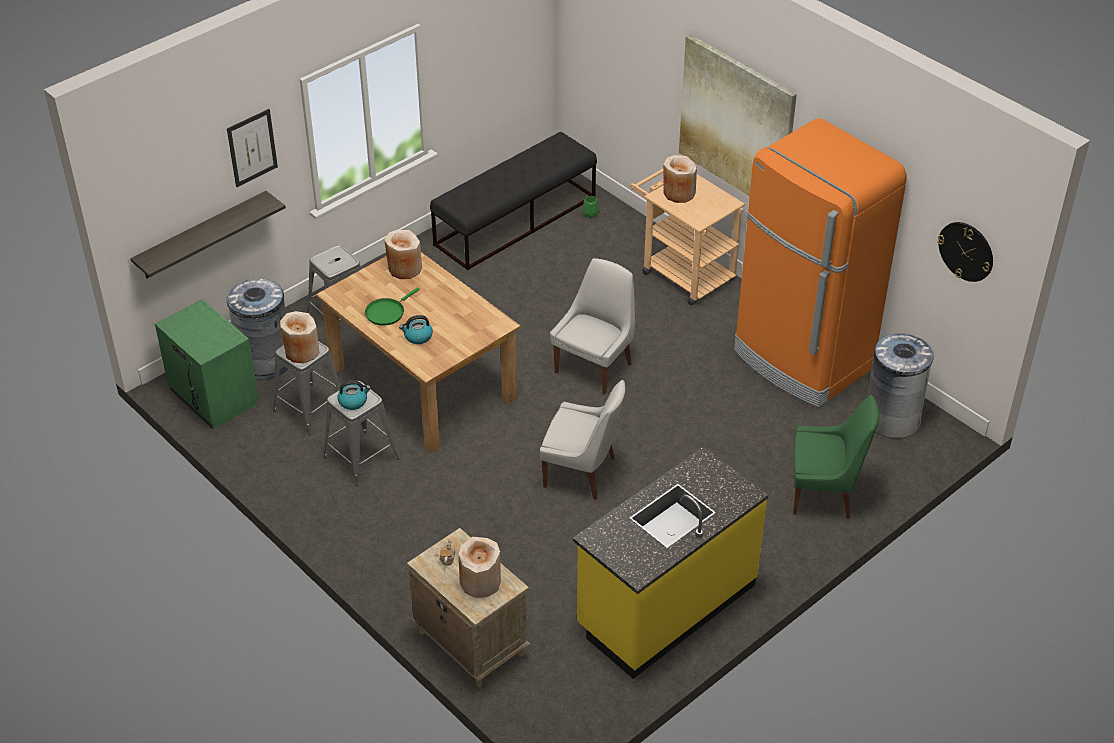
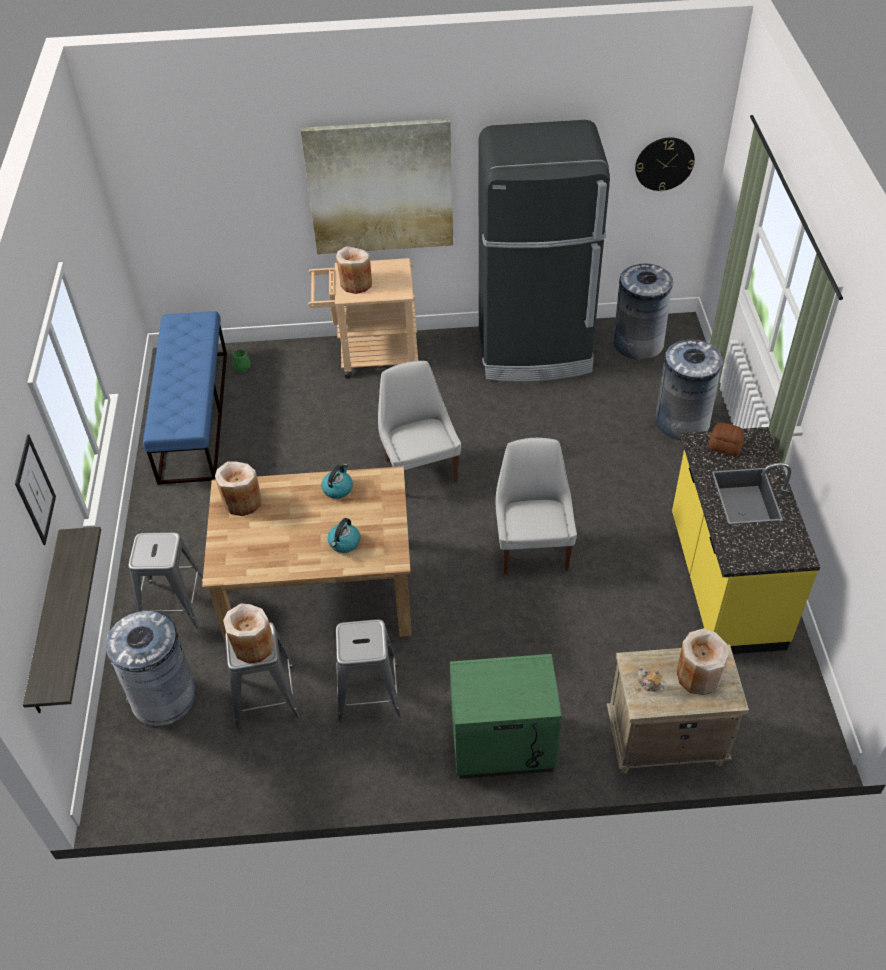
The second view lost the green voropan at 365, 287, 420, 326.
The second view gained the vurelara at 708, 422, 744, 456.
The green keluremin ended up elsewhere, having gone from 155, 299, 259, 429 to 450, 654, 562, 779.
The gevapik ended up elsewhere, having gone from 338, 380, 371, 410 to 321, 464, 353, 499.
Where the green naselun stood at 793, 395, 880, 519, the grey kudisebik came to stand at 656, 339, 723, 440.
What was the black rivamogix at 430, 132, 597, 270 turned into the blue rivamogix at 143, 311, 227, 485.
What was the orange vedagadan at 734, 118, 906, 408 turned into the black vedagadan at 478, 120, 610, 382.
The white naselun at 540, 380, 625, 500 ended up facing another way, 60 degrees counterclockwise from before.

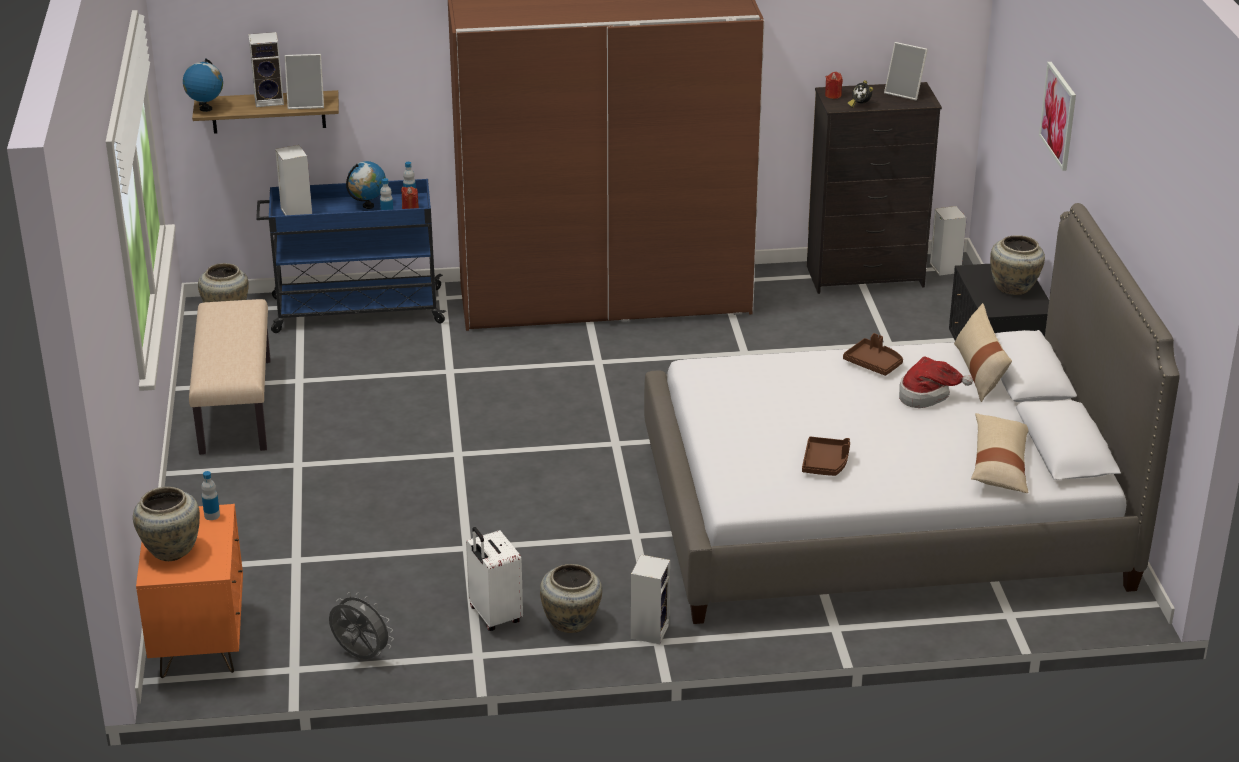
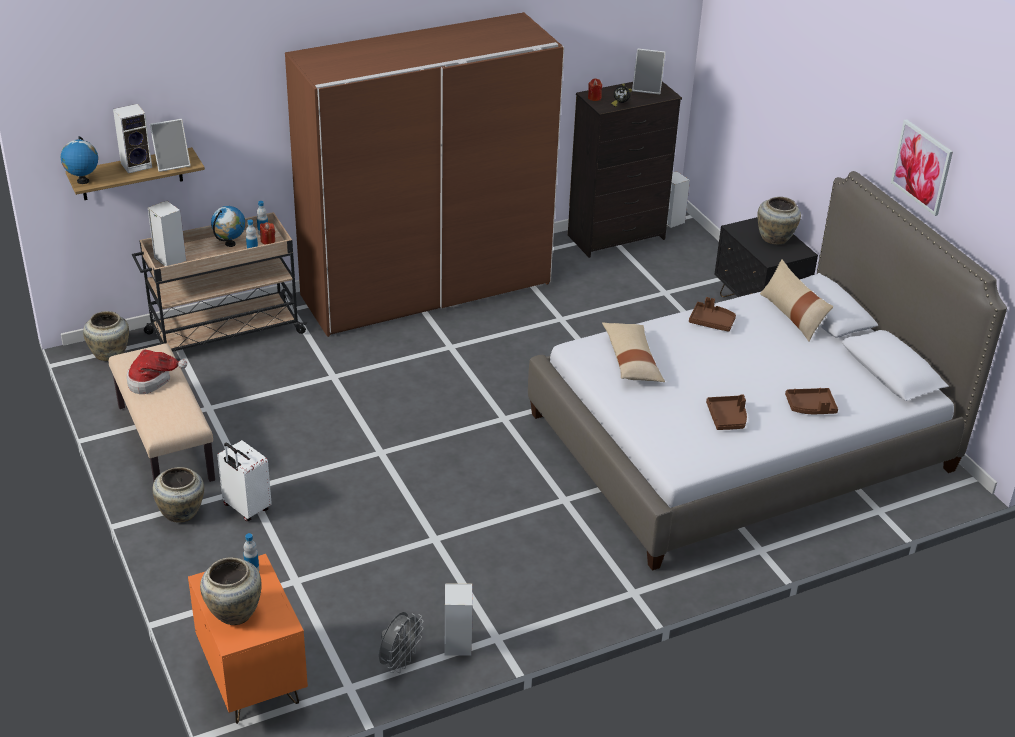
The second view gained the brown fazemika at 785, 388, 838, 414.
The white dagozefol ended up elsewhere, having gone from 466, 527, 523, 631 to 217, 440, 272, 521.
The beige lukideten ended up elsewhere, having gone from 540, 564, 602, 633 to 153, 467, 204, 523.
The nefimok ended up elsewhere, having gone from 631, 555, 670, 644 to 444, 583, 473, 656.
The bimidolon ended up elsewhere, having gone from 899, 356, 973, 408 to 127, 350, 187, 394.
The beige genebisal ended up elsewhere, having gone from 971, 413, 1028, 493 to 602, 322, 665, 382.
The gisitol ended up elsewhere, having gone from 1039, 62, 1076, 171 to 891, 119, 953, 216.
What was the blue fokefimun at 256, 179, 446, 333 turned into the beige fokefimun at 132, 212, 307, 352.
The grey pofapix at 329, 592, 394, 659 ended up facing another way, 105 degrees clockwise from before.

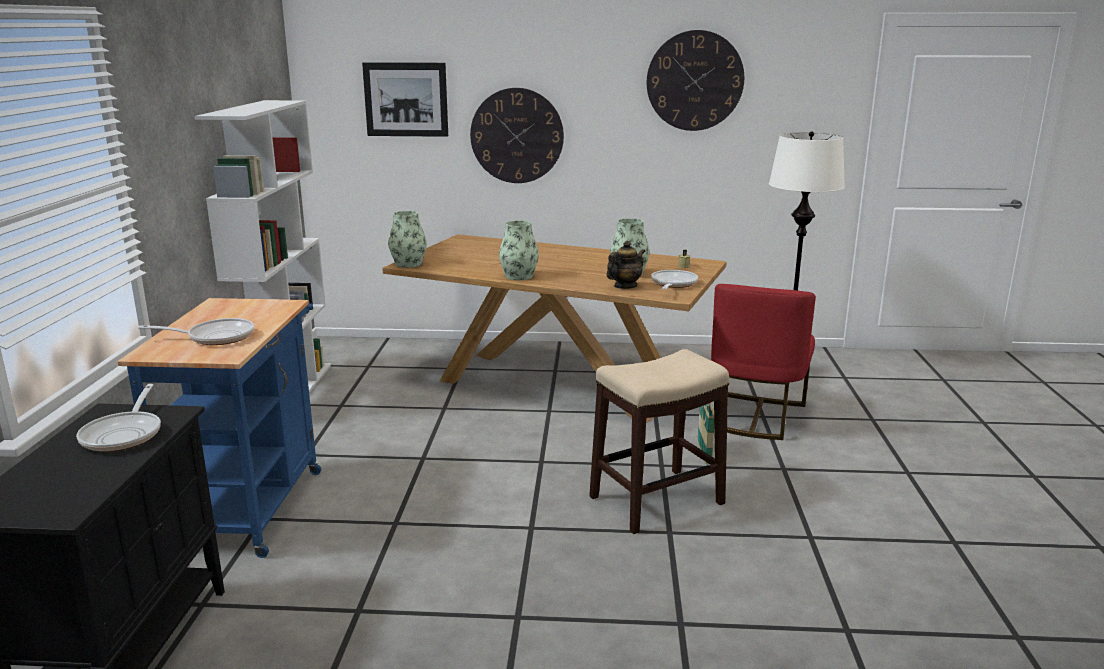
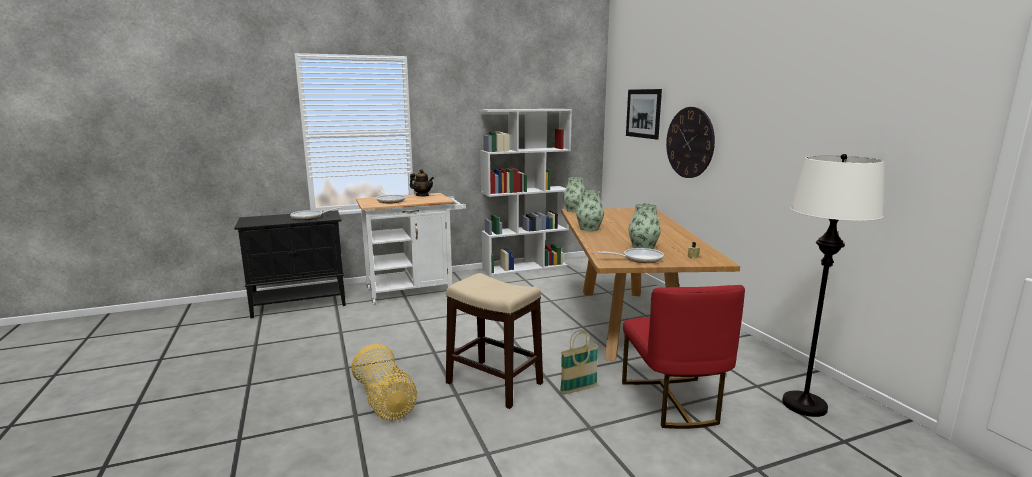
The second view lost the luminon at 647, 30, 744, 131.
The second view gained the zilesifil at 351, 344, 417, 421.
The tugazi ended up elsewhere, having gone from 606, 241, 646, 289 to 410, 169, 434, 196.
What was the blue fokefimun at 117, 298, 321, 558 turned into the white fokefimun at 356, 193, 466, 305.
The red naselun at 711, 284, 816, 440 ended up facing another way, 90 degrees counterclockwise from before.

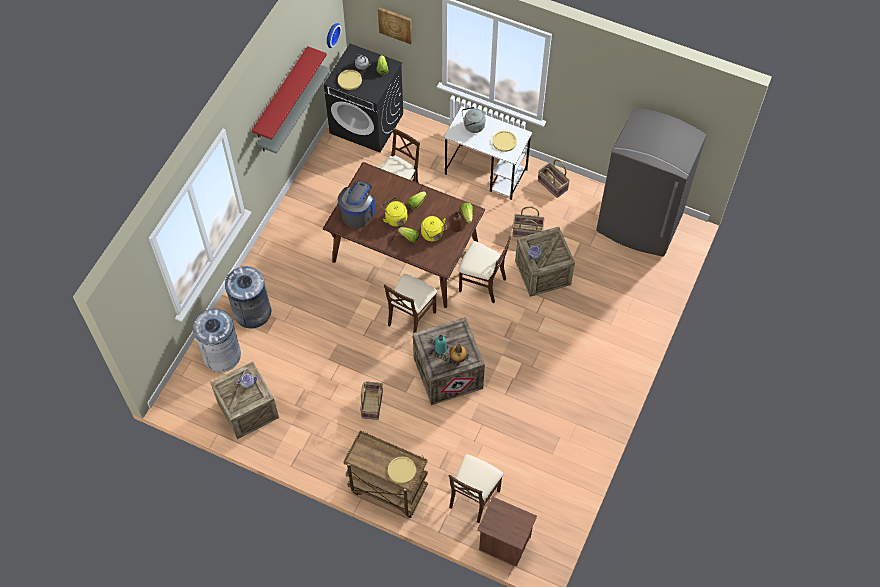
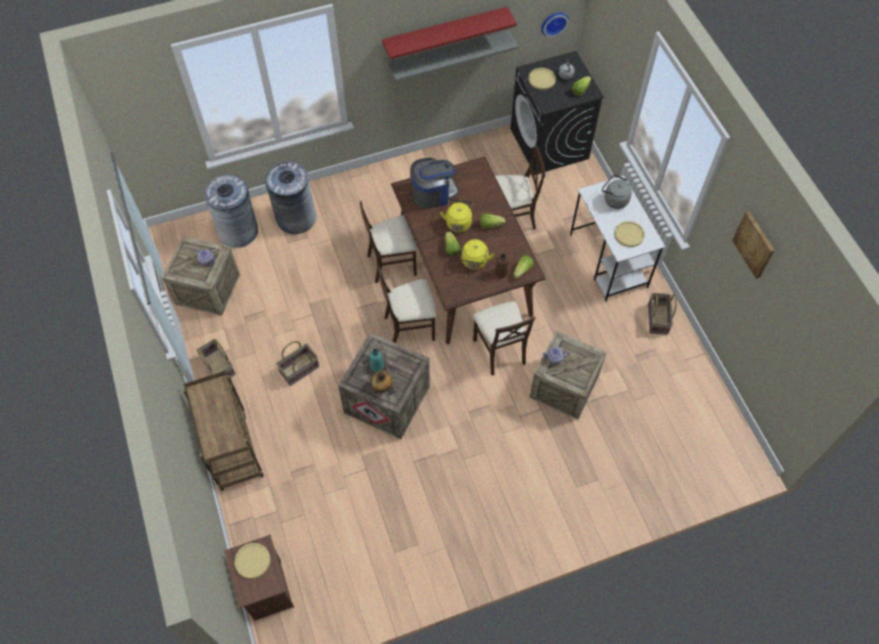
The second view lost the grey vedagadan at 596, 108, 706, 257.
The gisitol ended up elsewhere, having gone from 378, 7, 412, 44 to 732, 211, 775, 279.
The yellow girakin ended up elsewhere, having gone from 388, 456, 416, 484 to 234, 543, 270, 579.
The beige naselun ended up elsewhere, having gone from 449, 454, 504, 523 to 360, 201, 417, 283.
The zilesifil ended up elsewhere, having gone from 512, 206, 545, 237 to 196, 339, 236, 378.

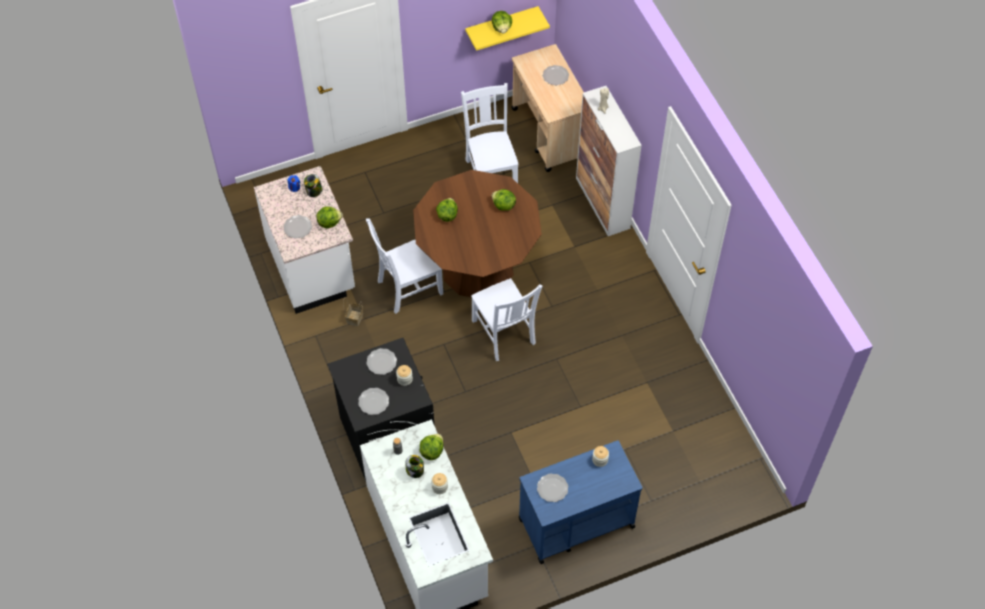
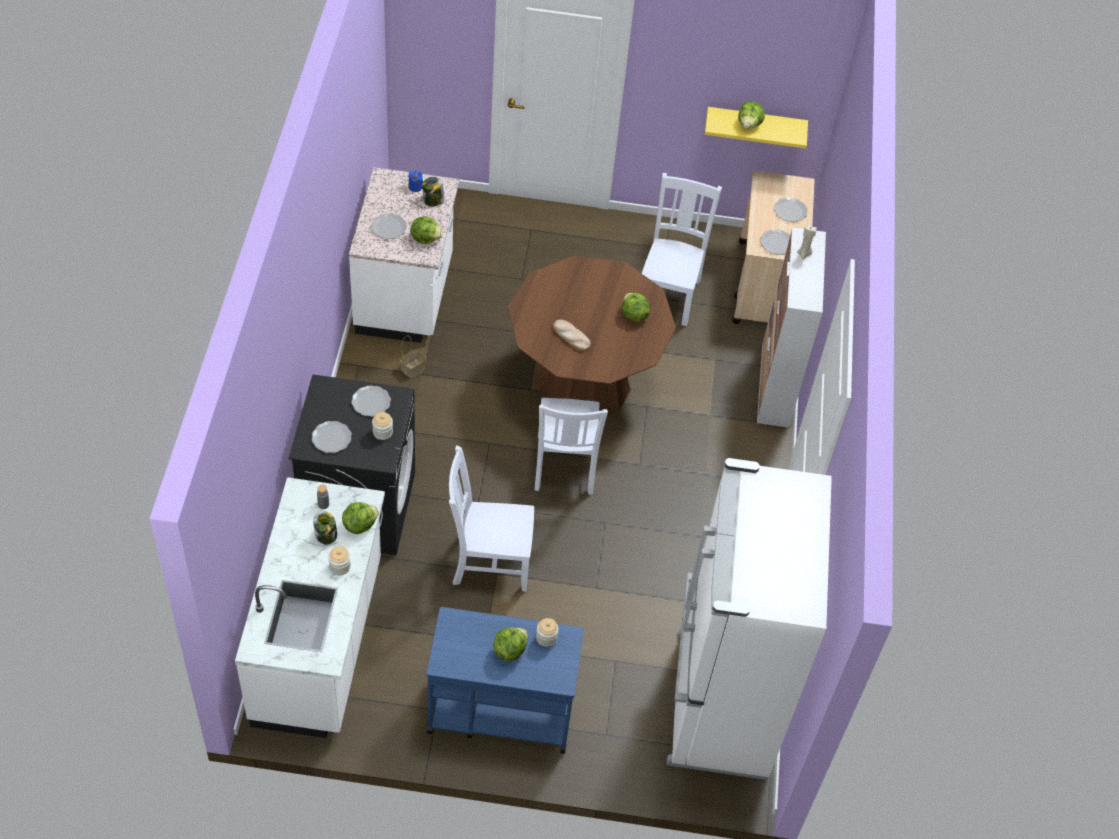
The second view gained the vurelara at 553, 319, 591, 351.
The second view gained the white vedagadan at 666, 458, 832, 780.
The white naselun ended up elsewhere, having gone from 366, 218, 443, 314 to 449, 445, 534, 591.
The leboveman ended up elsewhere, having gone from 436, 198, 458, 222 to 493, 628, 528, 662.
The girakin ended up elsewhere, having gone from 537, 473, 568, 502 to 760, 229, 790, 255.

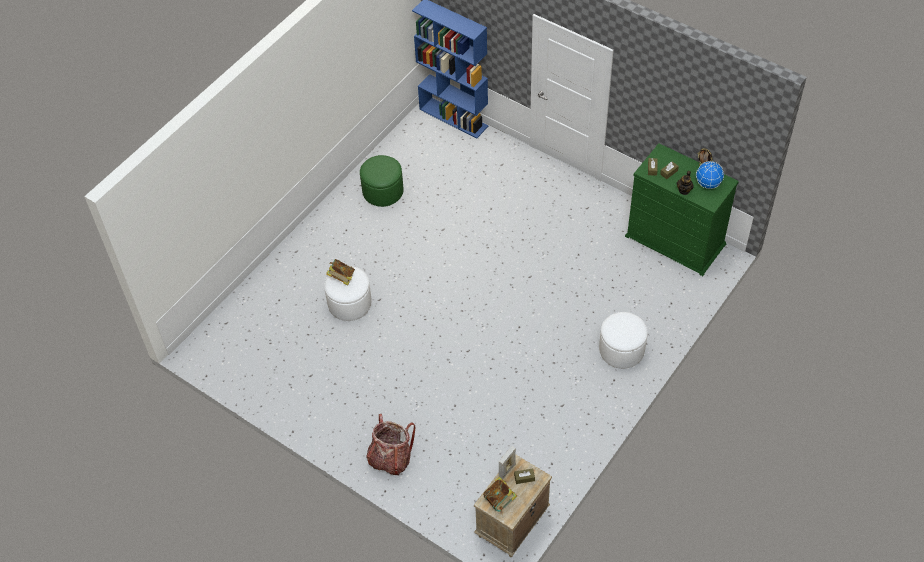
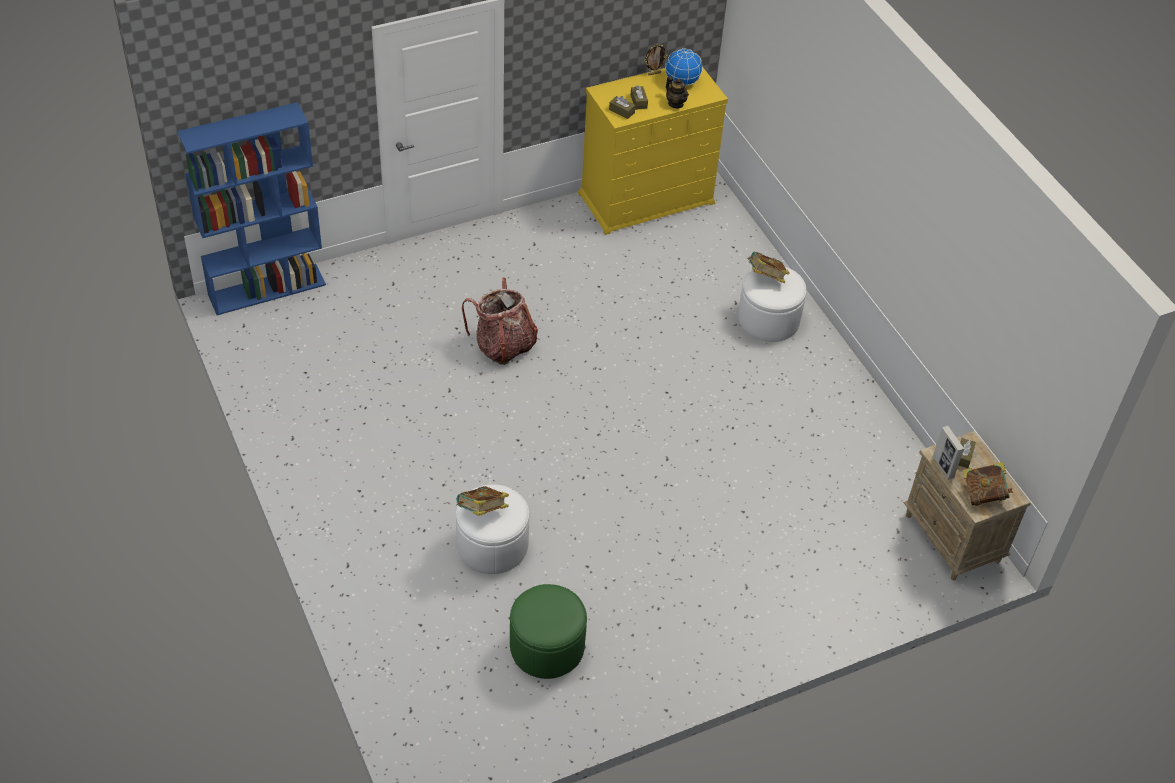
The second view gained the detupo at 747, 252, 790, 283.
The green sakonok ended up elsewhere, having gone from 360, 155, 404, 207 to 510, 584, 587, 679.
The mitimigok ended up elsewhere, having gone from 366, 414, 416, 475 to 462, 277, 538, 365.
What was the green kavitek at 625, 143, 739, 276 turned into the yellow kavitek at 578, 68, 728, 235.

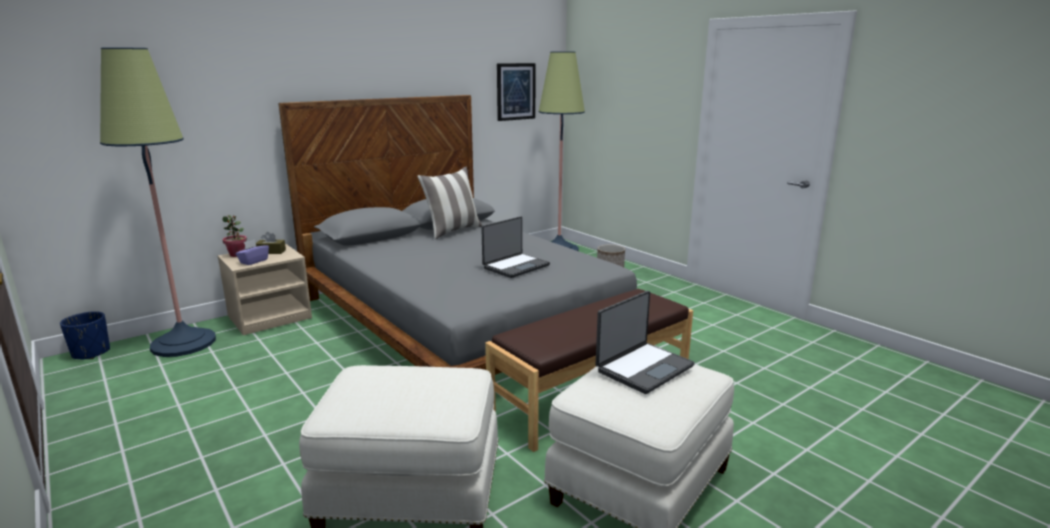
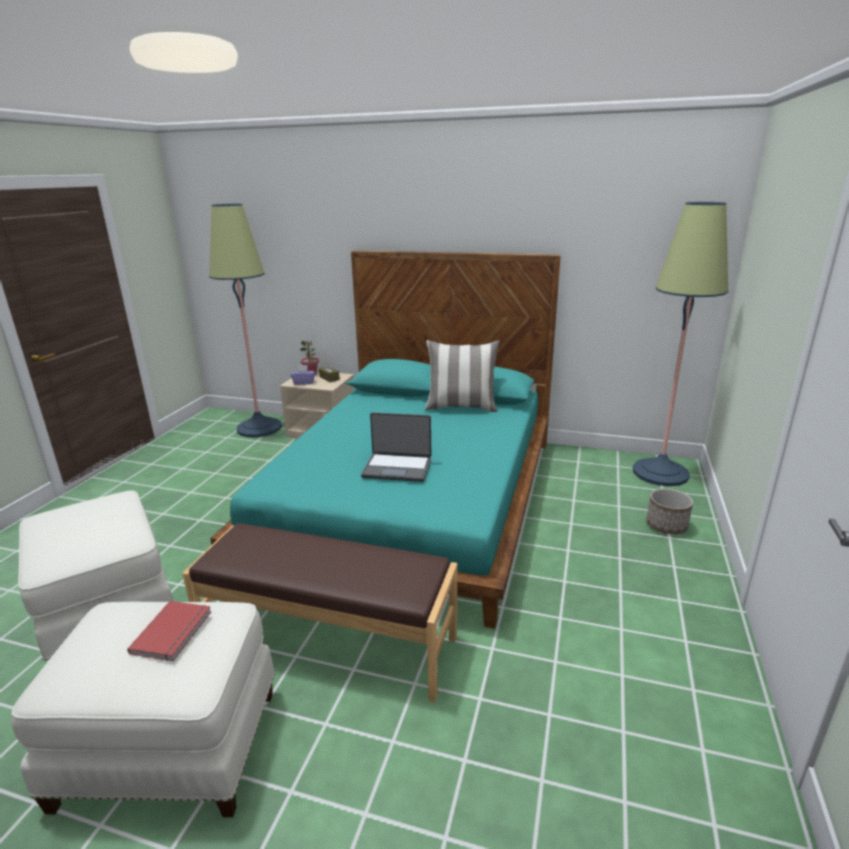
The second view lost the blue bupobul at 60, 311, 110, 359.
The second view lost the gisitol at 497, 63, 536, 121.
Where the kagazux stood at 596, 291, 695, 394, the red detupo came to stand at 127, 601, 212, 661.
What was the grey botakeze at 278, 95, 637, 375 turned into the turquoise botakeze at 210, 250, 561, 629.

